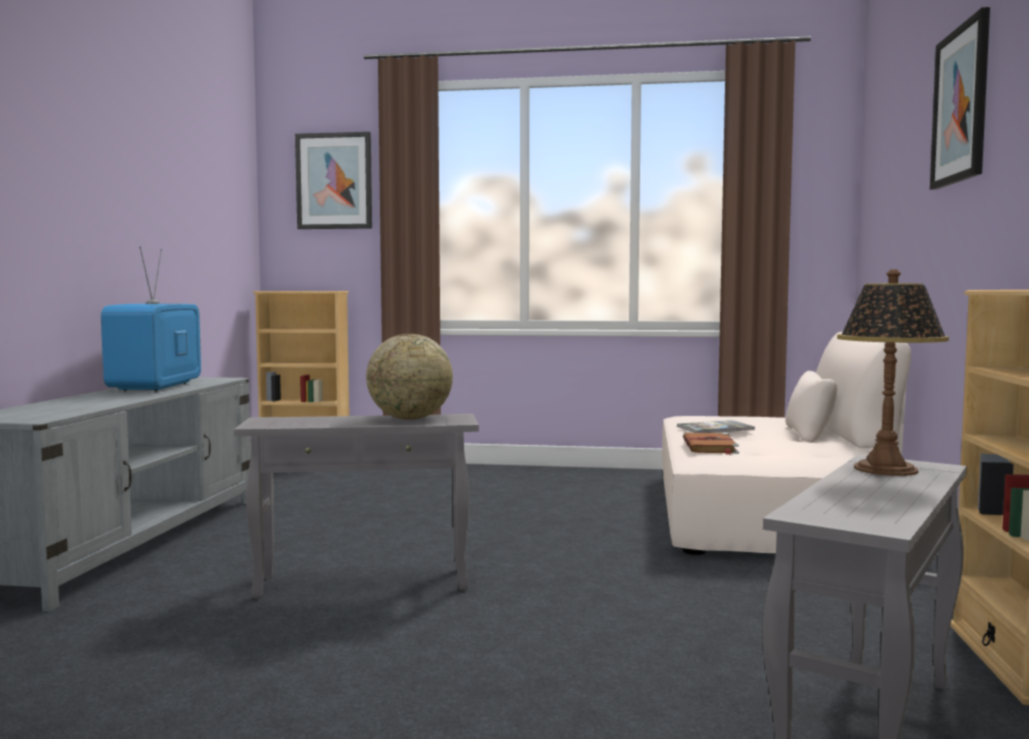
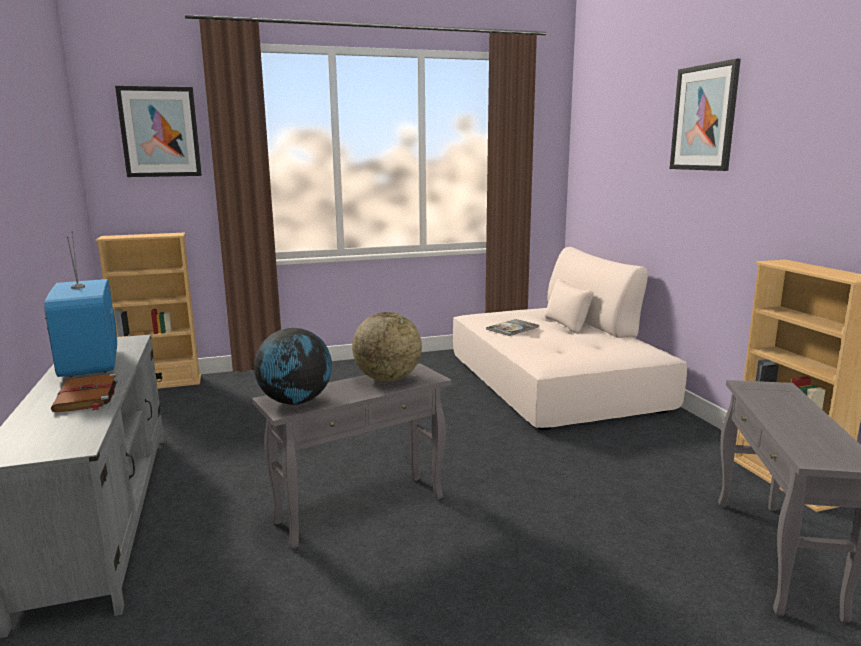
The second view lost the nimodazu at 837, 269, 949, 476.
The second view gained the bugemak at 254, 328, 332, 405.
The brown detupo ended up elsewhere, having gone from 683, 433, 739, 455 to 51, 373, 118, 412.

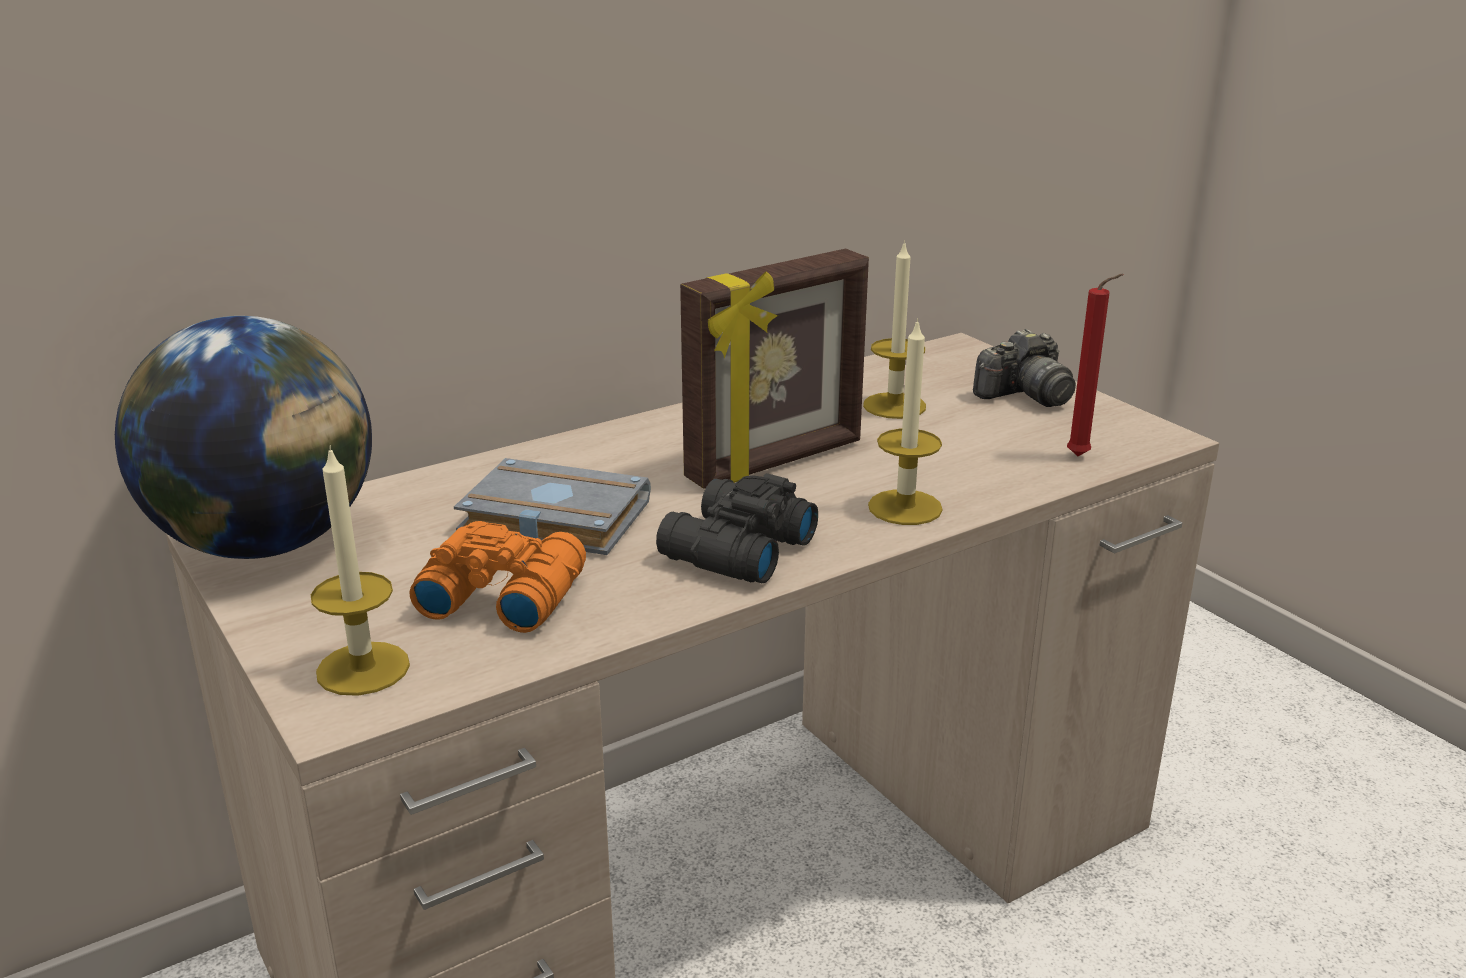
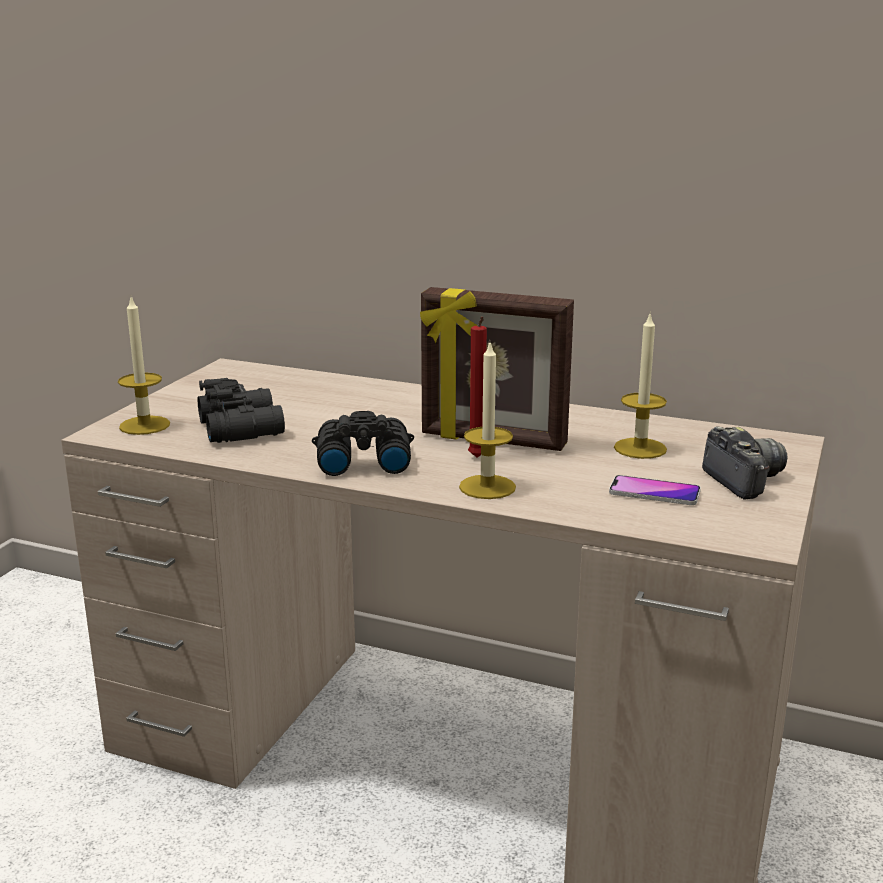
The second view lost the bugemak at 115, 316, 372, 559.
The second view lost the grey detupo at 454, 458, 651, 555.
The second view gained the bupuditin at 609, 475, 701, 505.
The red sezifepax ended up elsewhere, having gone from 1067, 274, 1124, 456 to 468, 316, 487, 457.
What was the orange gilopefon at 410, 521, 586, 633 turned into the black gilopefon at 198, 378, 285, 443.
The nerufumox at 973, 329, 1076, 407 ended up facing another way, 135 degrees counterclockwise from before.

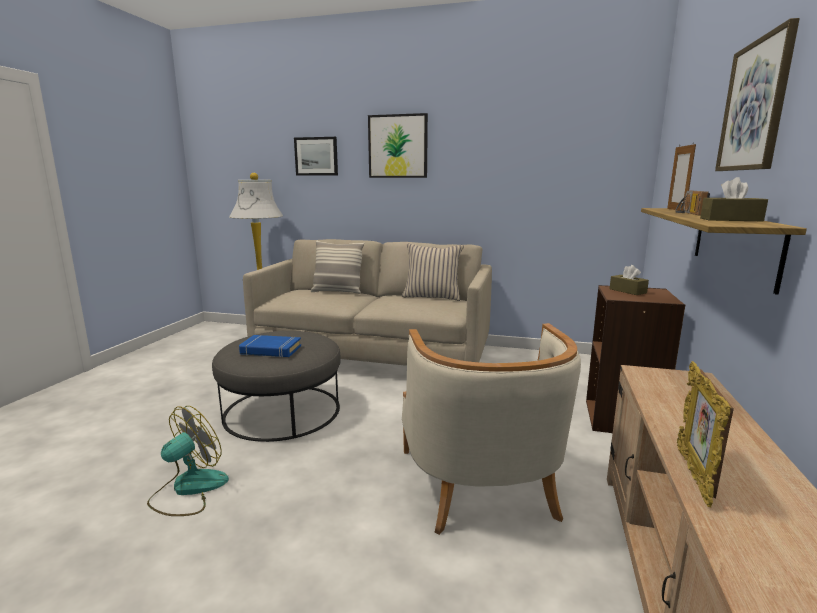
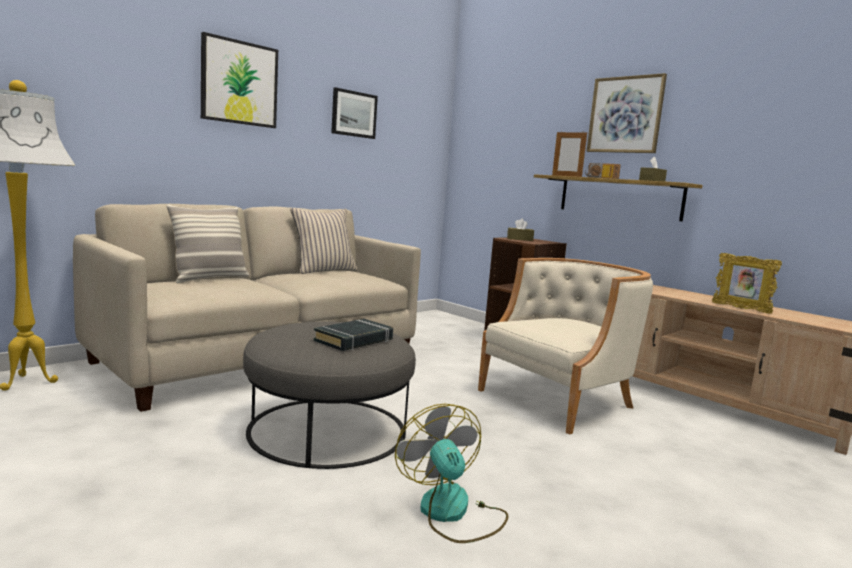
The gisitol ended up elsewhere, having gone from 294, 137, 338, 176 to 331, 87, 378, 139.
What was the blue detupo at 239, 335, 301, 357 turned into the black detupo at 314, 319, 393, 351.
The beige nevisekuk at 402, 323, 581, 535 ended up facing another way, 60 degrees counterclockwise from before.

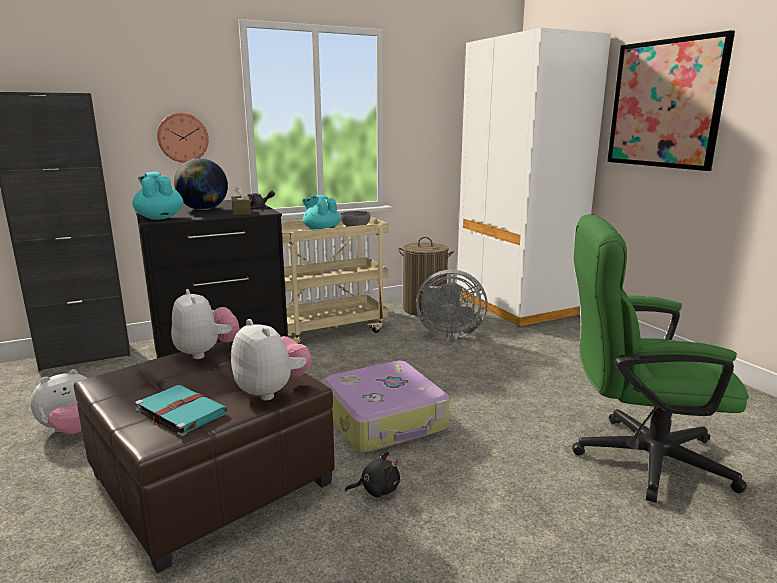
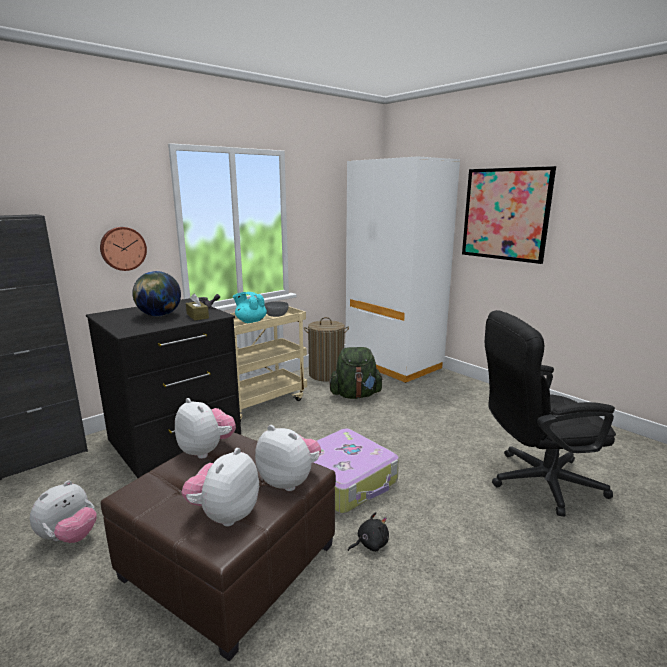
The second view lost the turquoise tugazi at 132, 172, 184, 220.
Where the turquoise detupo stood at 135, 385, 228, 437, the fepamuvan came to stand at 181, 448, 259, 527.
Where the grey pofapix stood at 416, 269, 488, 339, the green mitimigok came to stand at 330, 347, 383, 399.
What was the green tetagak at 572, 214, 749, 503 turned into the black tetagak at 485, 310, 616, 517.

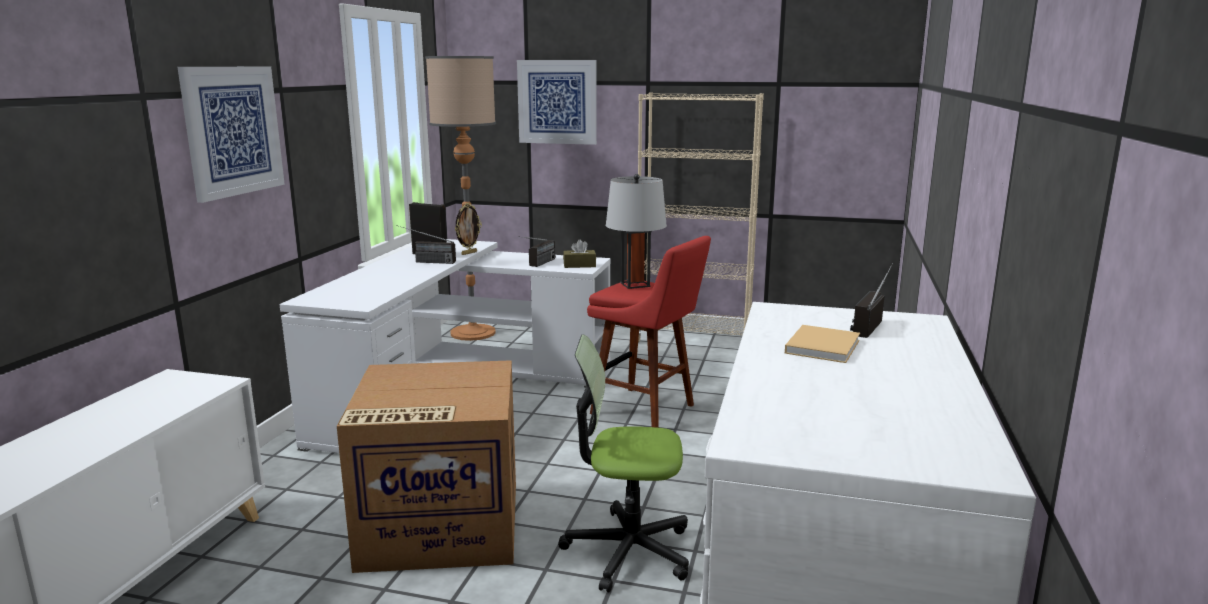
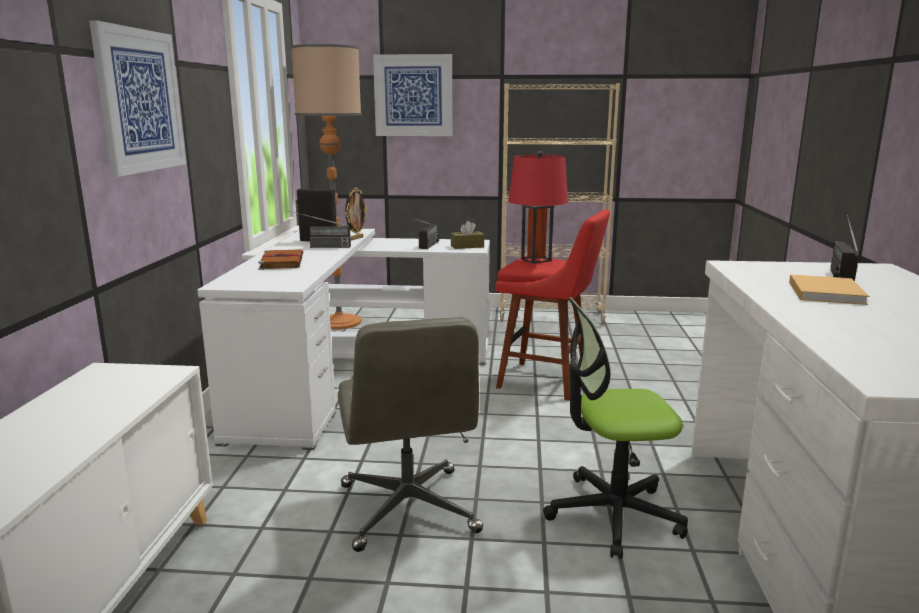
The second view gained the brown detupo at 258, 249, 303, 270.
Where the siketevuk stood at 337, 360, 516, 573, the grey tetagak came to stand at 338, 318, 483, 552.
What was the grey nimodazu at 606, 174, 667, 289 turned into the red nimodazu at 508, 151, 568, 264.

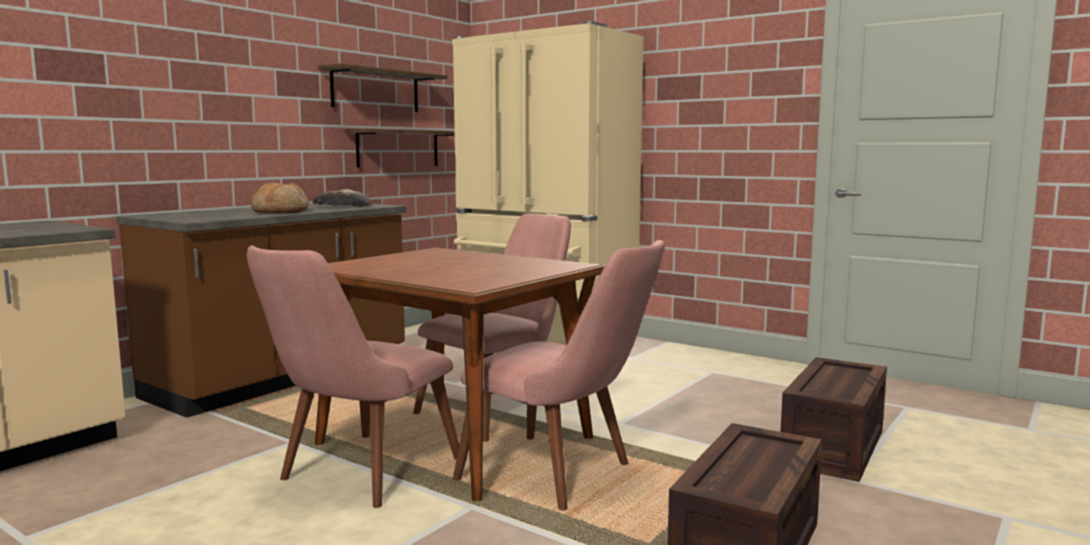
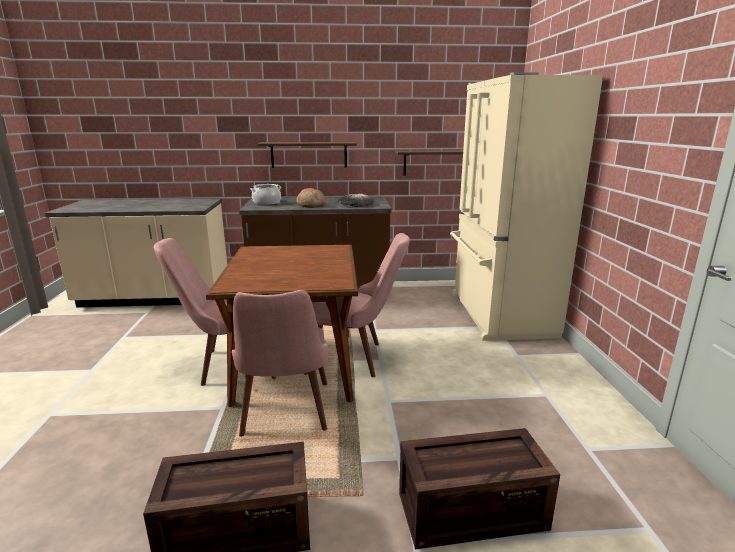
The second view gained the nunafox at 250, 184, 281, 205.
The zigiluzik ended up elsewhere, having gone from 317, 63, 448, 112 to 258, 142, 357, 168.

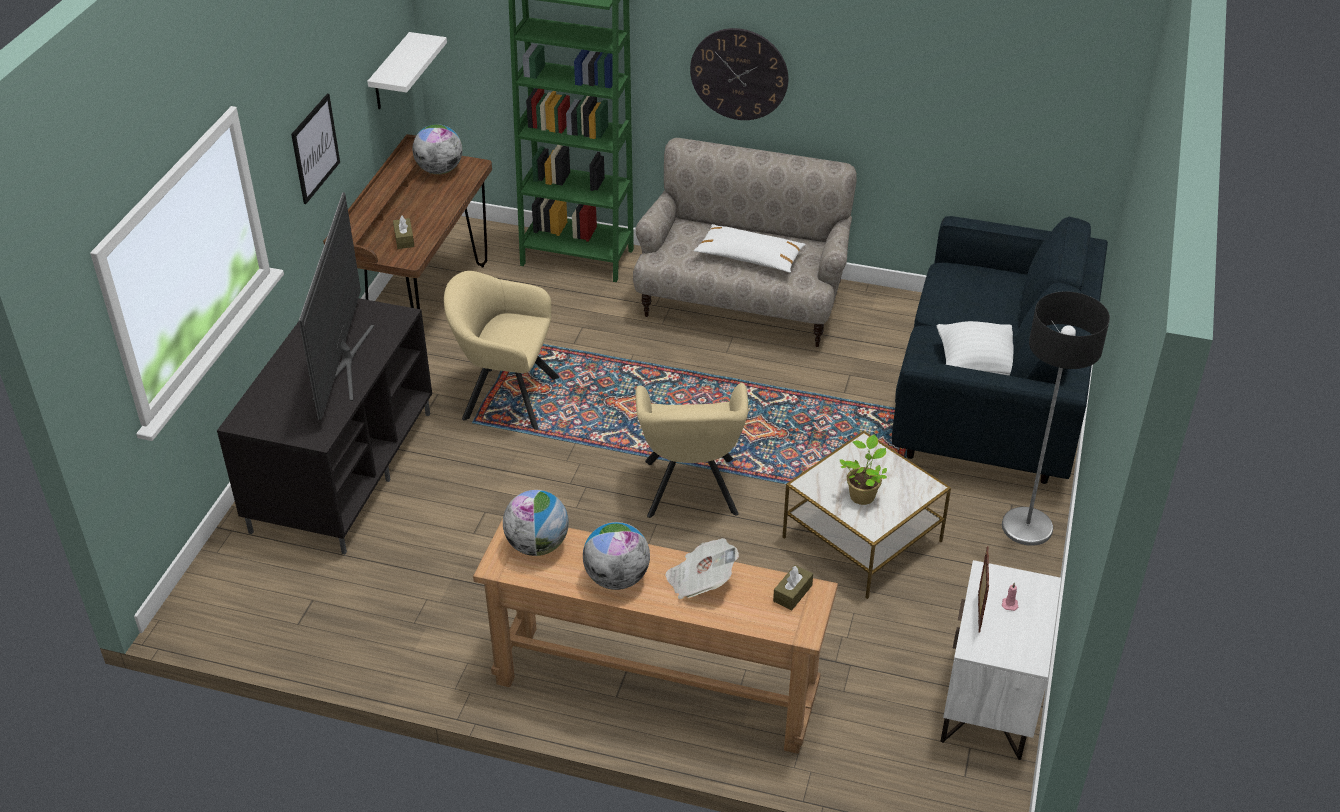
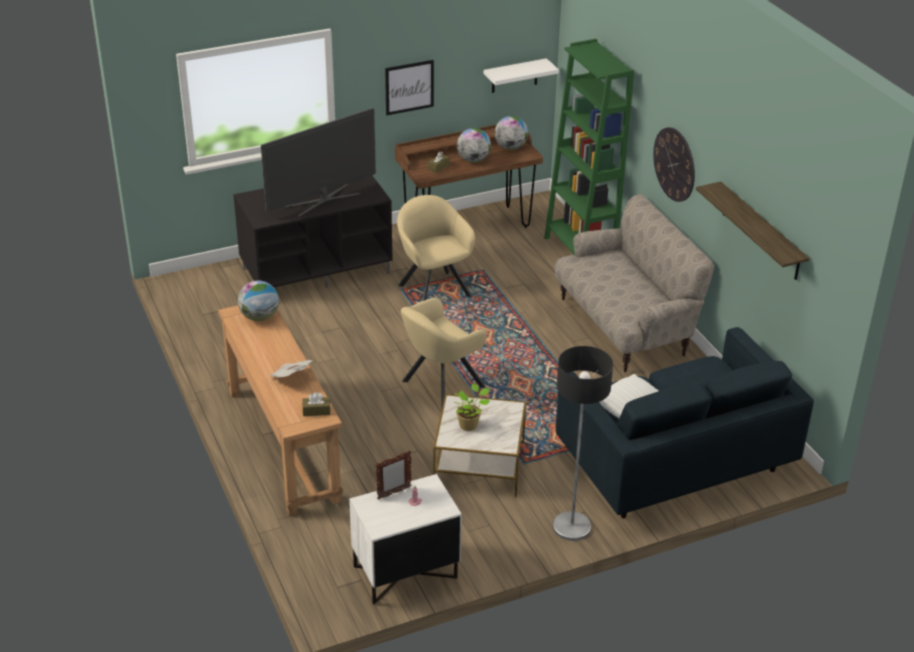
The second view lost the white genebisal at 694, 224, 806, 273.
The second view gained the zigiluzik at 696, 182, 810, 280.
The bugemak ended up elsewhere, having gone from 583, 522, 650, 590 to 457, 128, 491, 163.

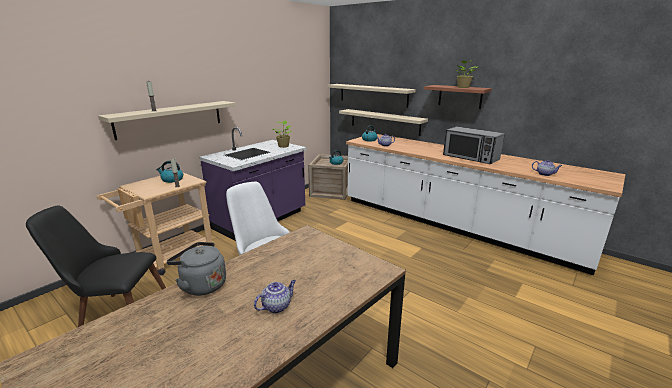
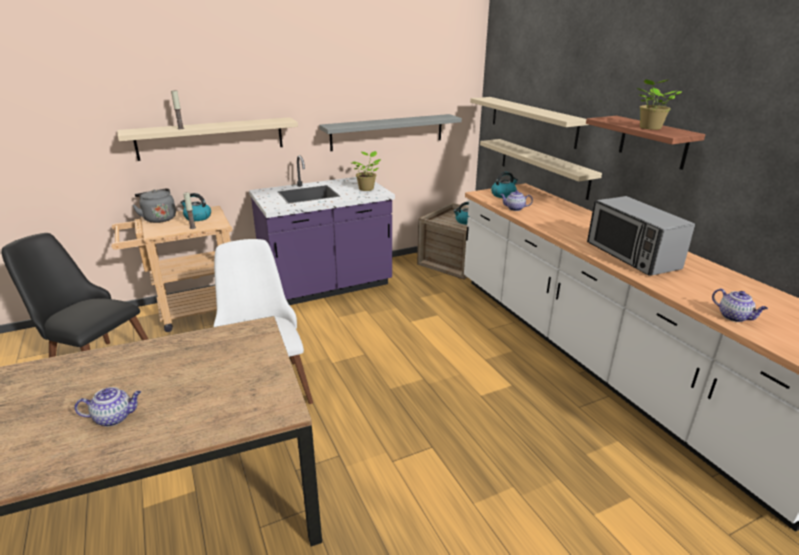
The second view gained the grey zigiluzik at 319, 114, 462, 151.
The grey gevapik ended up elsewhere, having gone from 167, 242, 226, 296 to 132, 188, 176, 223.

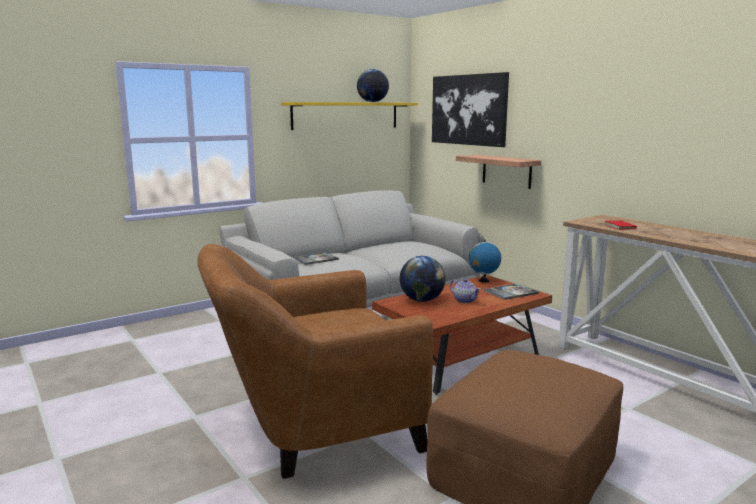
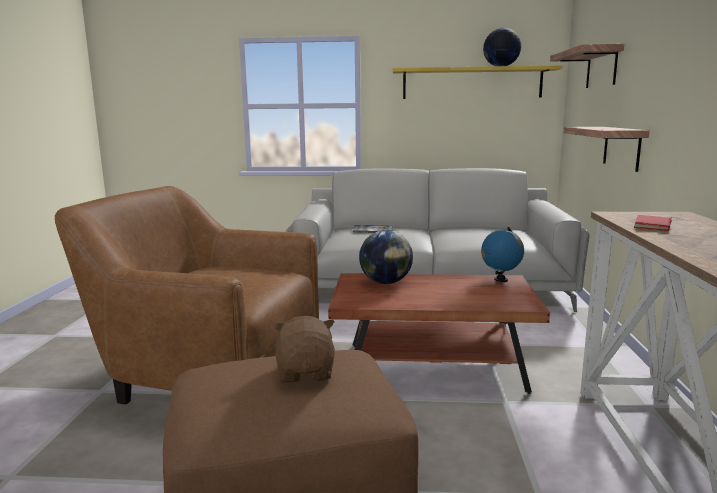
The second view lost the tugazi at 450, 279, 481, 303.
The second view lost the detupo at 484, 284, 539, 300.
The second view gained the brown fepamuvan at 273, 316, 335, 382.
Where the gisitol hung at 432, 72, 509, 147, the zigiluzik came to hang at 550, 44, 624, 88.

